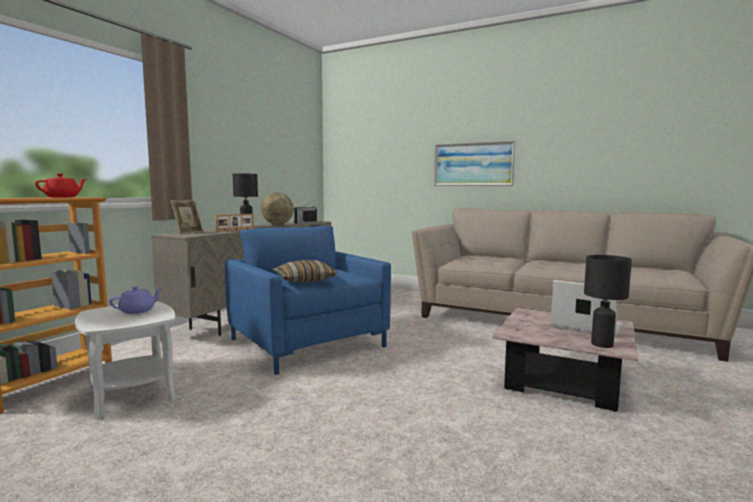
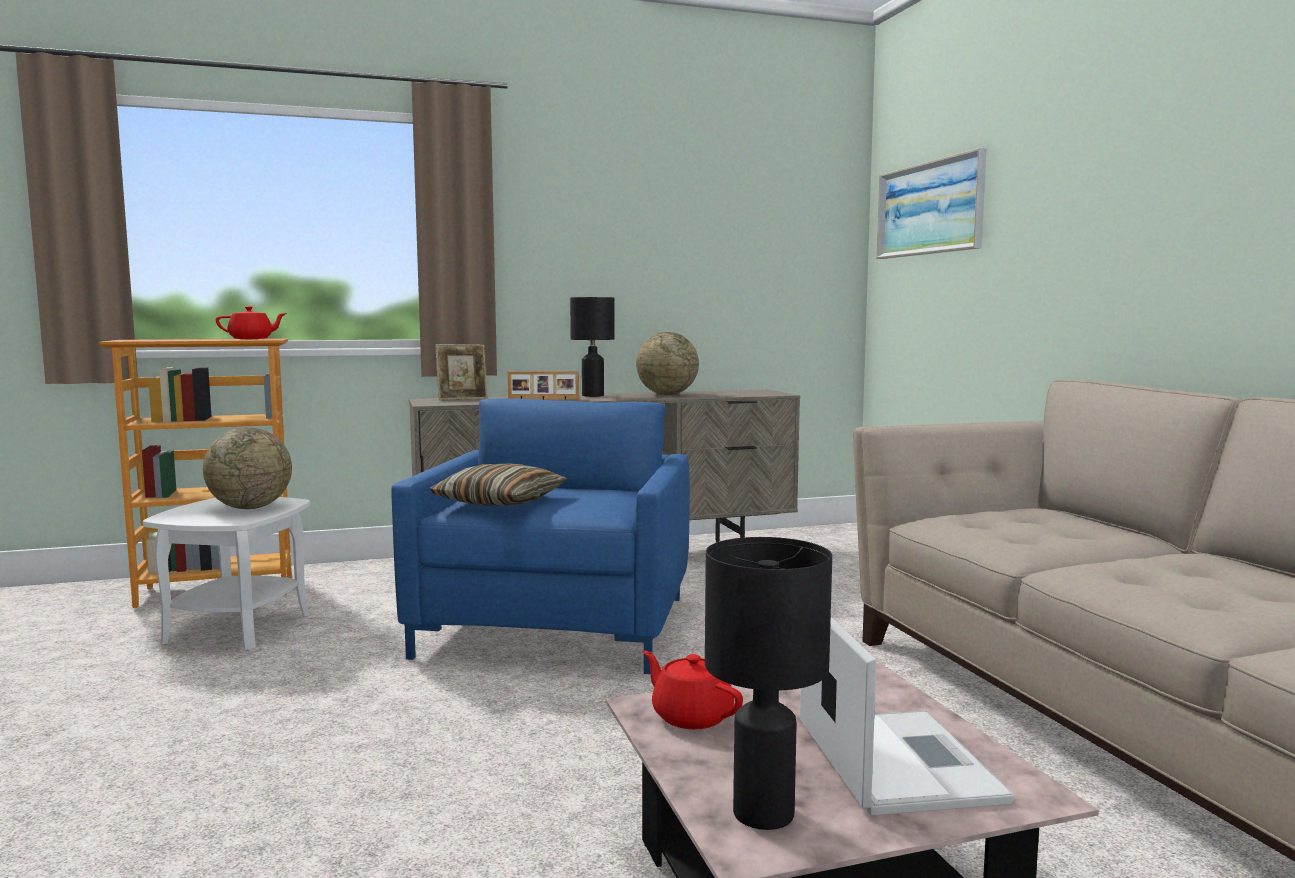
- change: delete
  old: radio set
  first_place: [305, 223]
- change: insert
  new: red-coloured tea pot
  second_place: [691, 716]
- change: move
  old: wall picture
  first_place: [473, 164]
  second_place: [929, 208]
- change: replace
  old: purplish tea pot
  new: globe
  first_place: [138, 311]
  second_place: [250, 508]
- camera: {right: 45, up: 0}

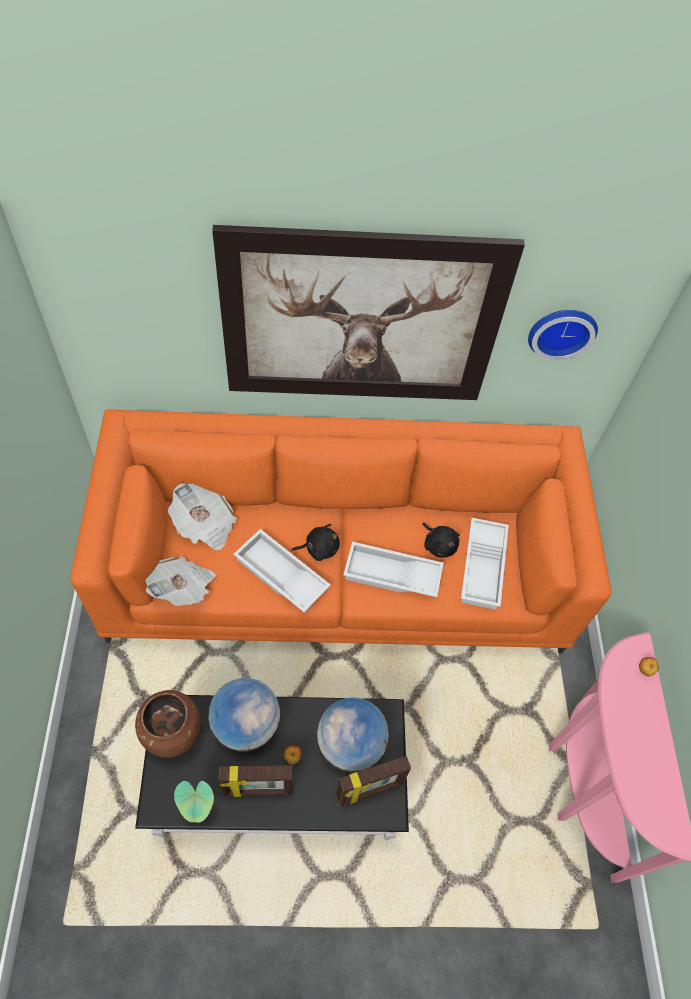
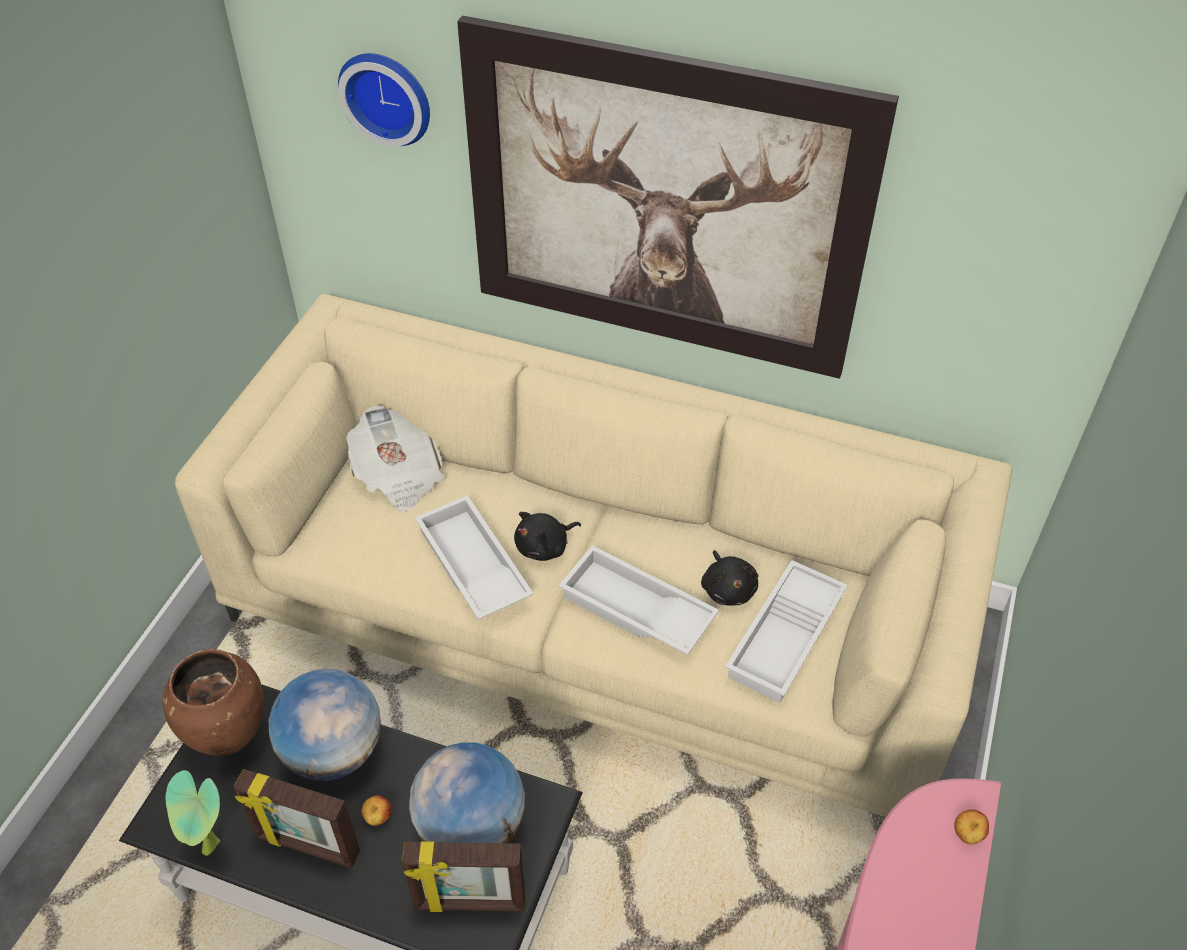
- change: delete
  old: newspaper
  first_place: [182, 588]
- change: move
  old: clock on the wall
  first_place: [561, 330]
  second_place: [388, 96]
- change: recolor
  old: orangey settee
  new: beige settee
  first_place: [338, 570]
  second_place: [594, 616]
- change: rotate
  old: blackish soft toy
  first_place: [319, 548]
  second_place: [545, 547]
  degrees: 135
- camera: {right: 25, up: -10}

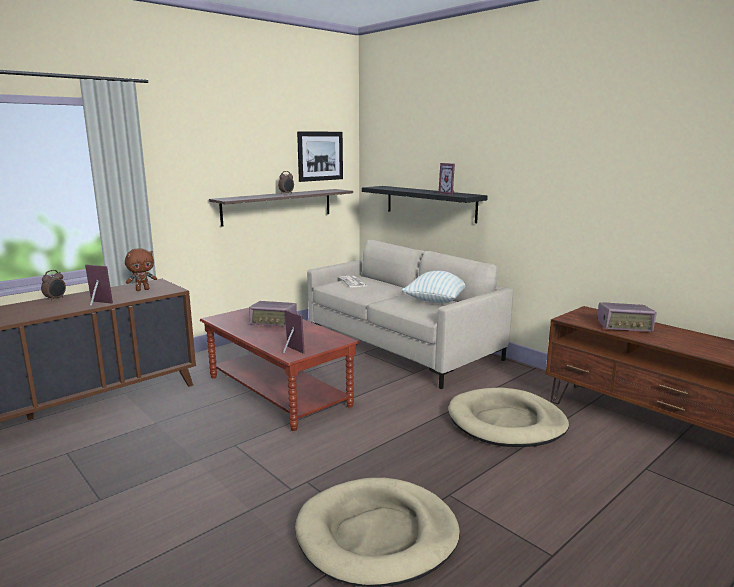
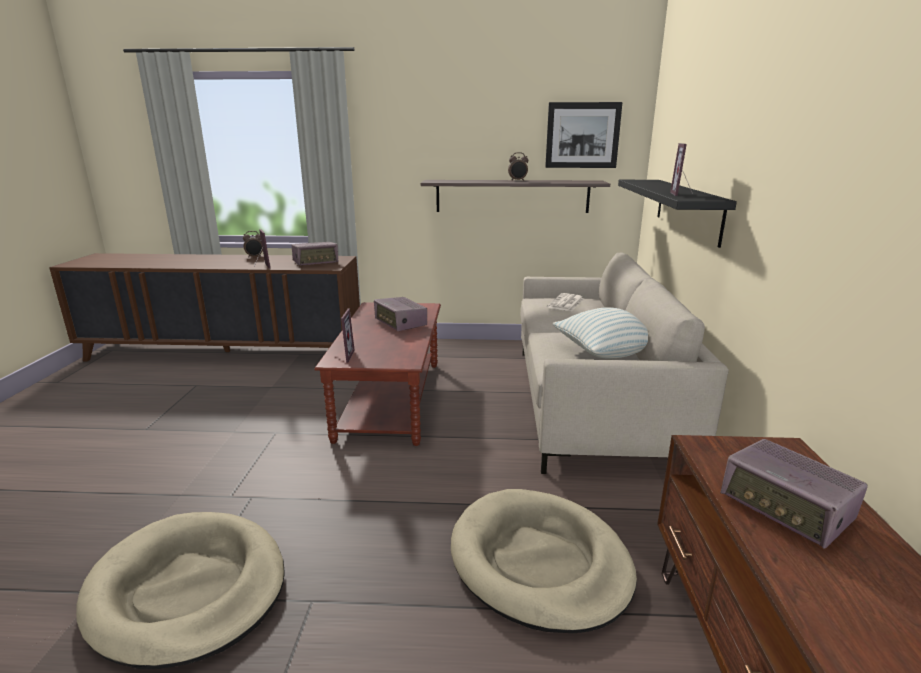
- change: replace
  old: brown soft toy
  new: radio set
  first_place: [142, 290]
  second_place: [316, 262]
- camera: {right: 45, up: 5}

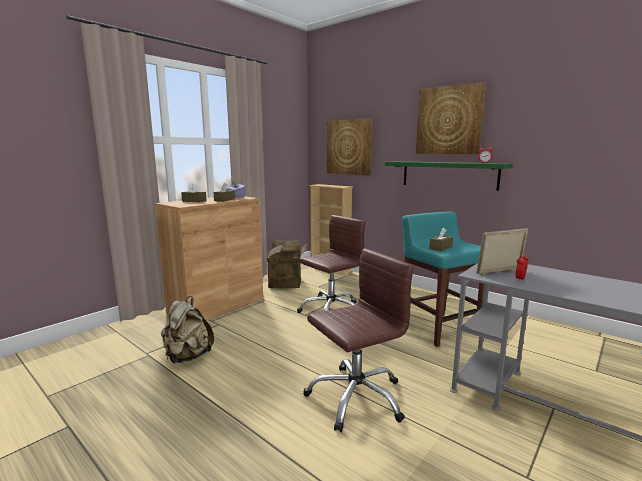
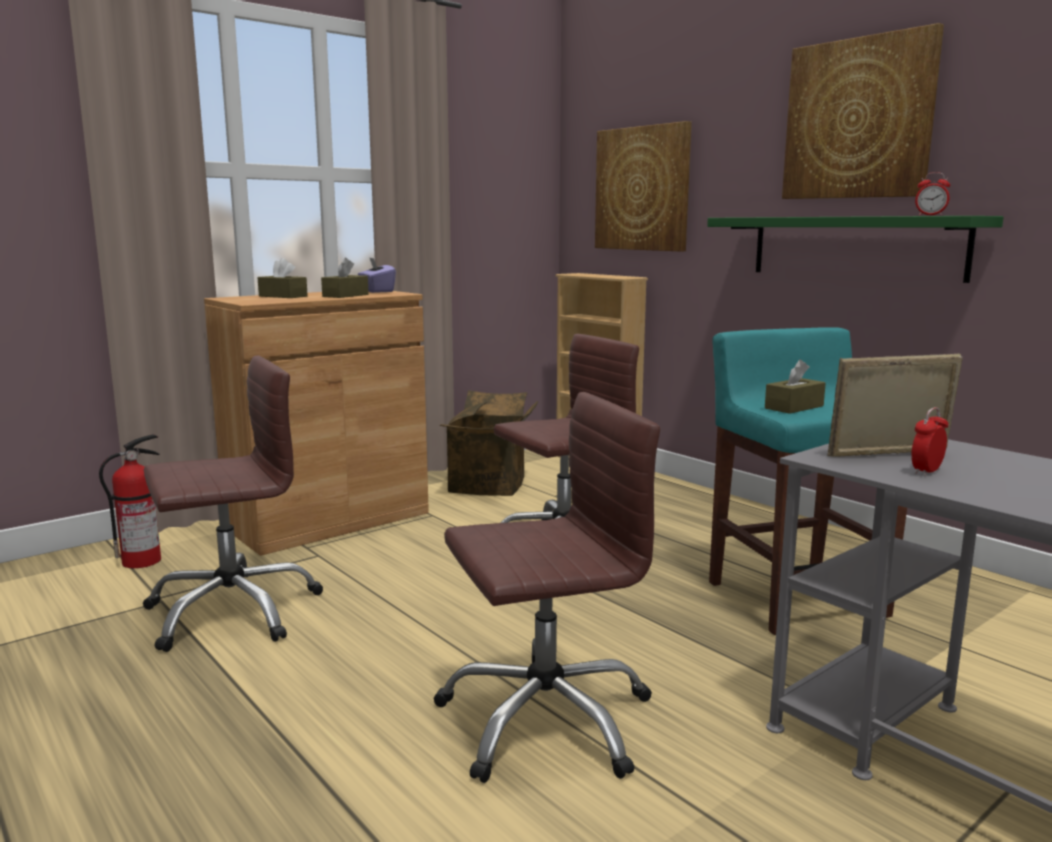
- change: insert
  new: fire extinguisher
  second_place: [143, 560]
- change: replace
  old: beige rucksack
  new: brown desk chair
  first_place: [187, 357]
  second_place: [232, 611]
- camera: {right: 10, up: 0}

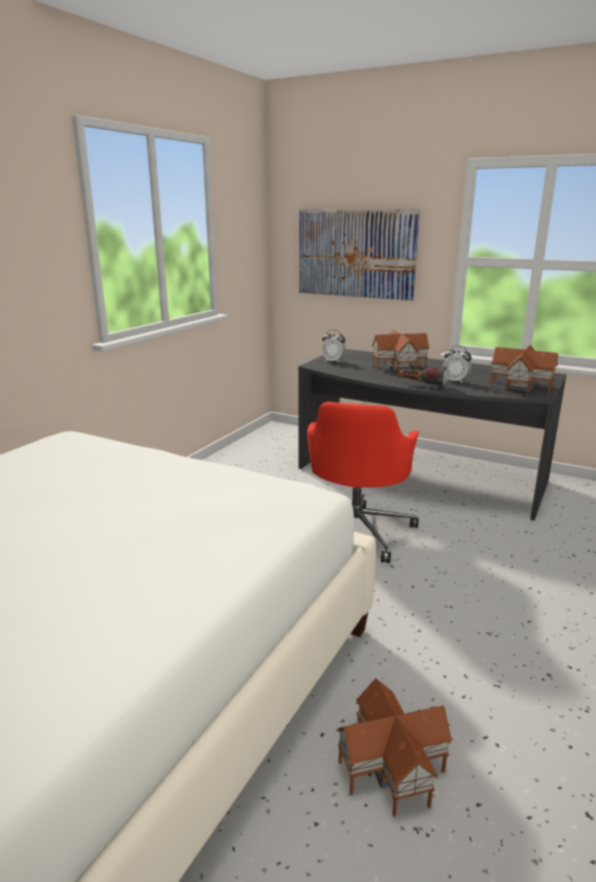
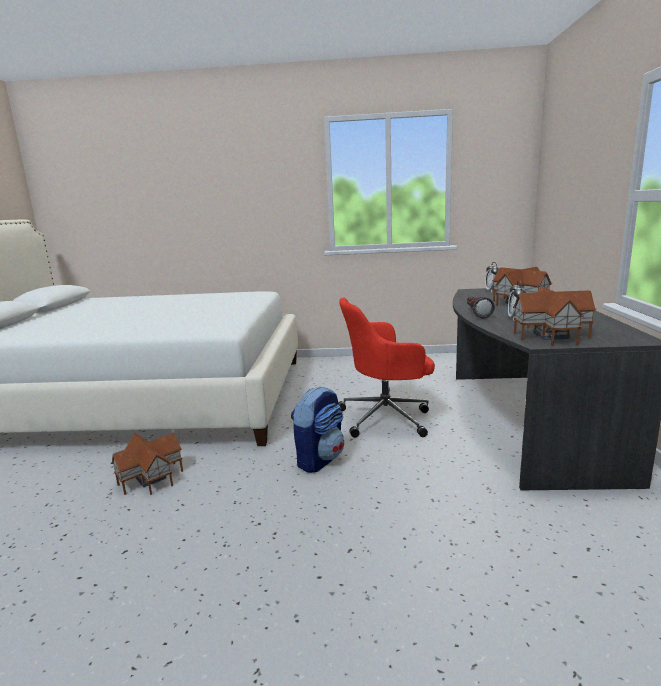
- change: delete
  old: wall picture
  first_place: [356, 253]
- change: insert
  new: rucksack
  second_place: [320, 459]
- camera: {right: 65, up: -5}

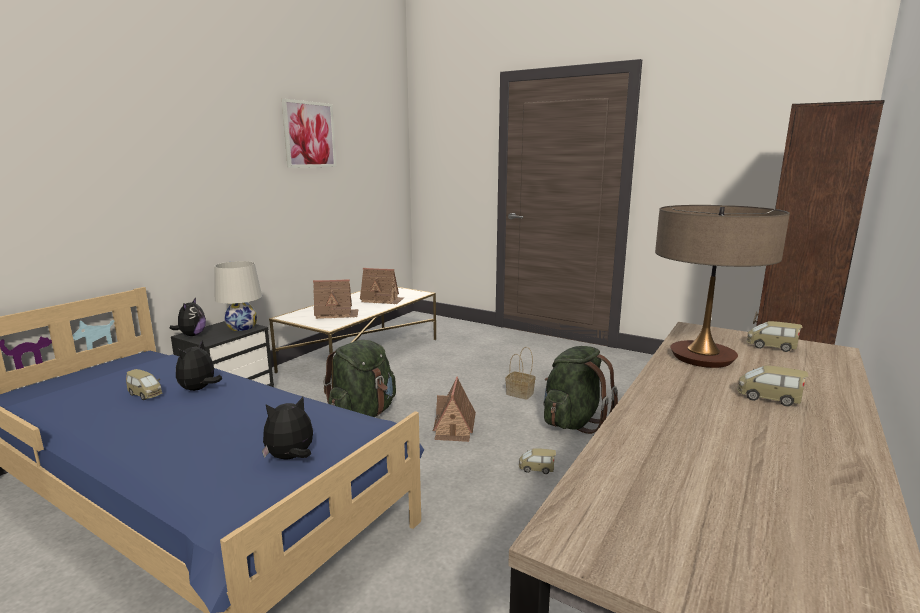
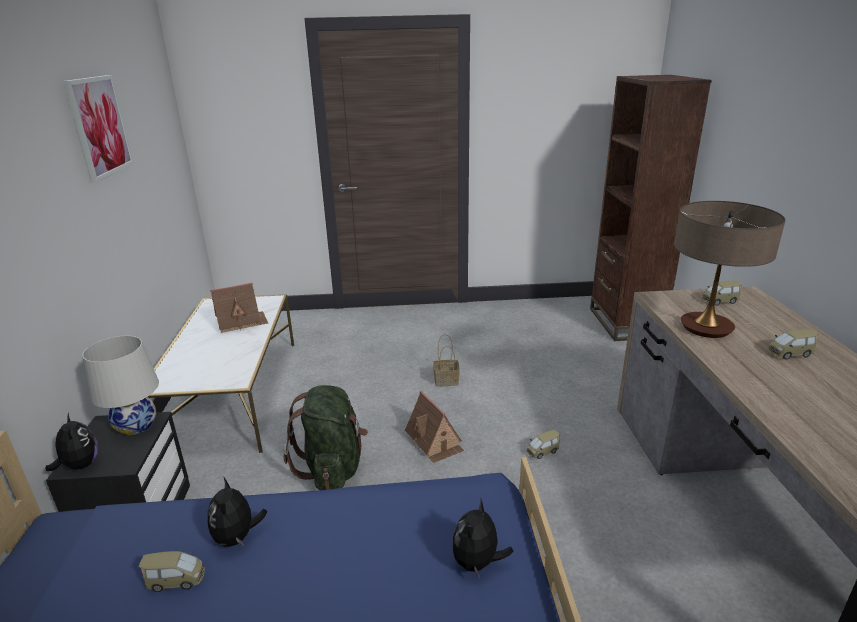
- change: delete
  old: miniature house
  first_place: [336, 314]
- change: delete
  old: green-coloured rucksack
  first_place: [573, 421]
- camera: {right: -35, up: 10}

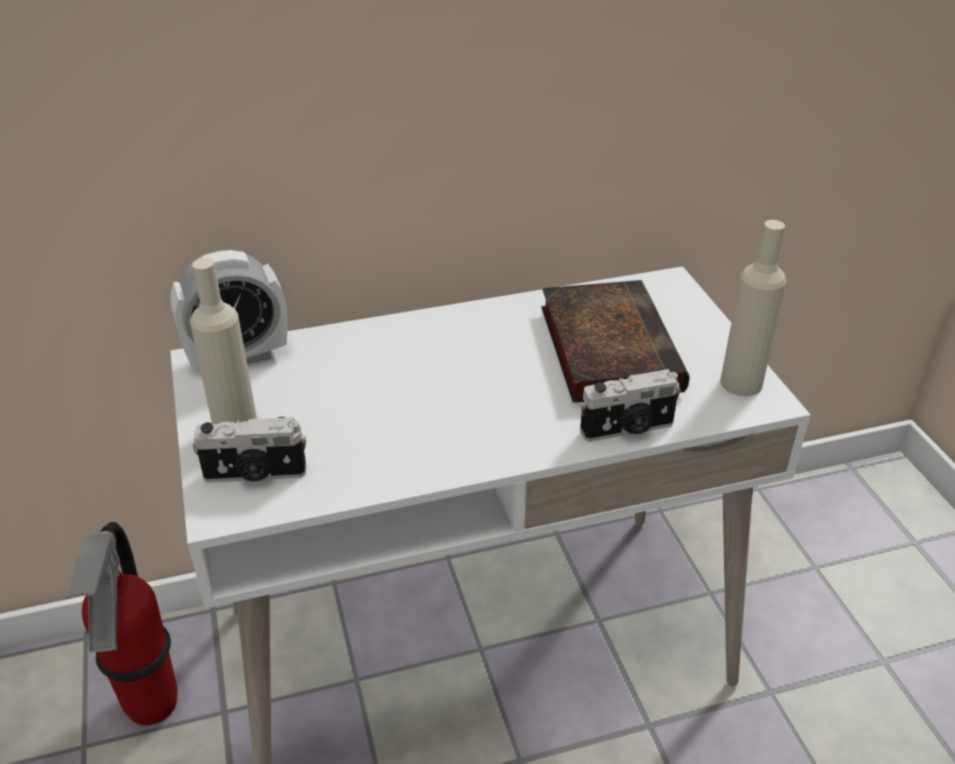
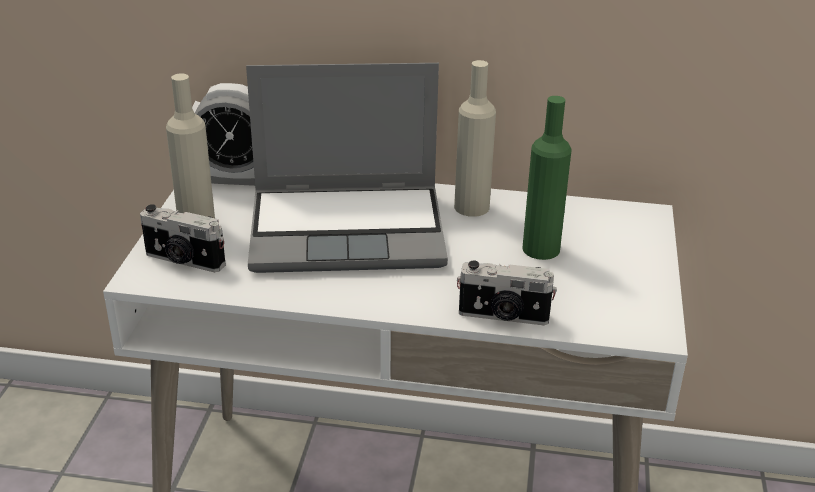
- change: delete
  old: fire extinguisher
  first_place: [152, 706]
- change: insert
  new: portable computer
  second_place: [350, 230]
- change: move
  old: beige beverage bottle
  first_place: [741, 383]
  second_place: [471, 207]
- change: replace
  old: bound book
  new: green-coloured beverage bottle
  first_place: [606, 346]
  second_place: [541, 249]
- camera: {right: 25, up: -5}

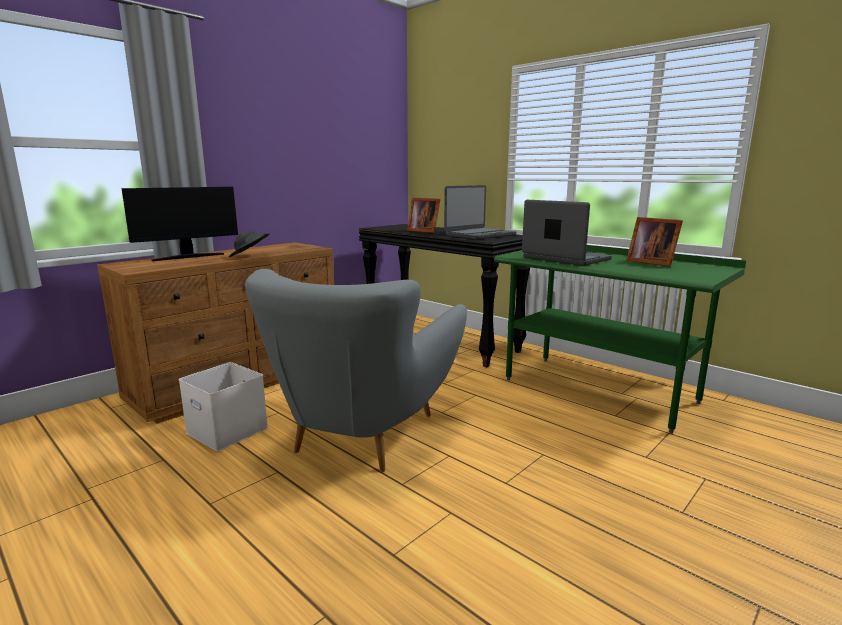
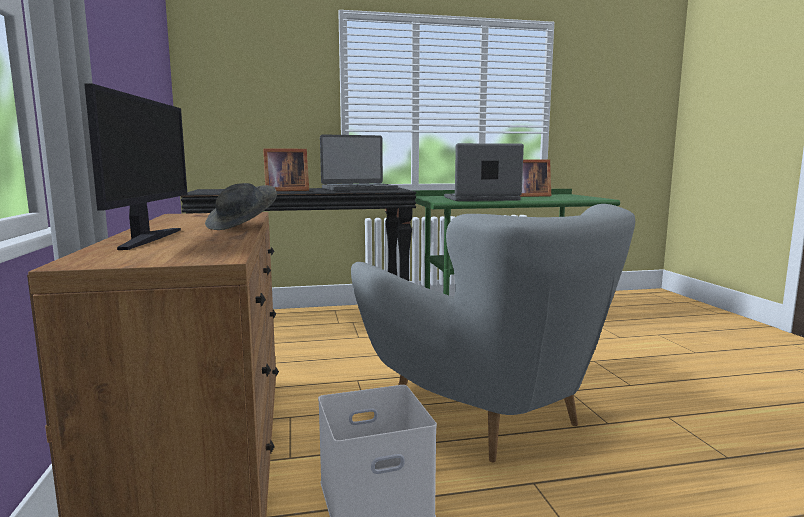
- change: rotate
  old: portable computer
  first_place: [479, 235]
  second_place: [358, 189]
  degrees: 75
- camera: {right: -55, up: -5}

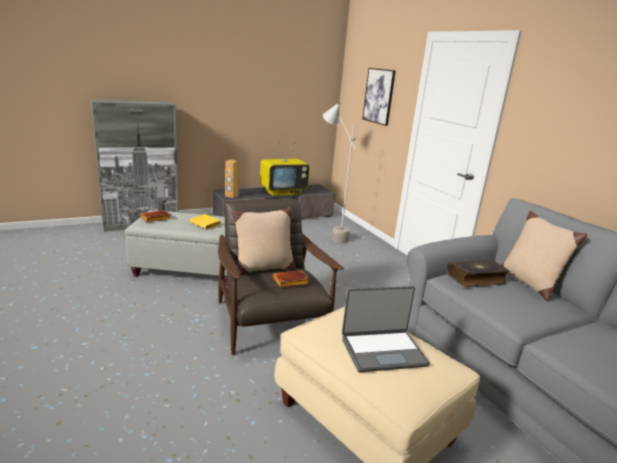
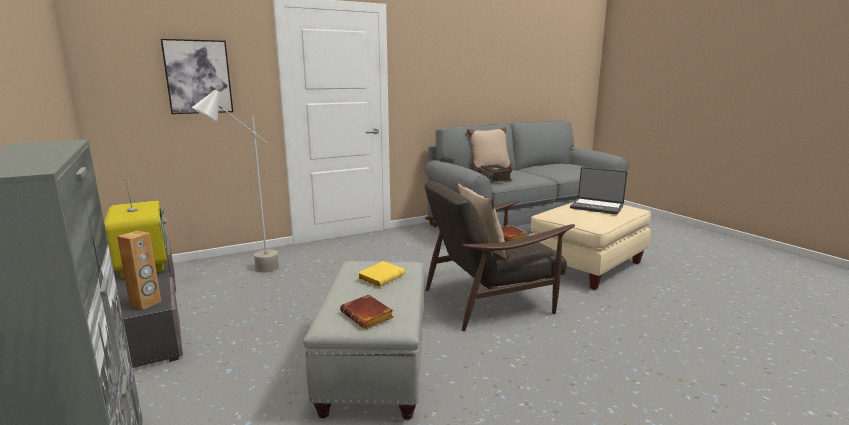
- change: rotate
  old: portable computer
  first_place: [382, 351]
  second_place: [597, 207]
  degrees: 135
- camera: {right: -90, up: -5}

